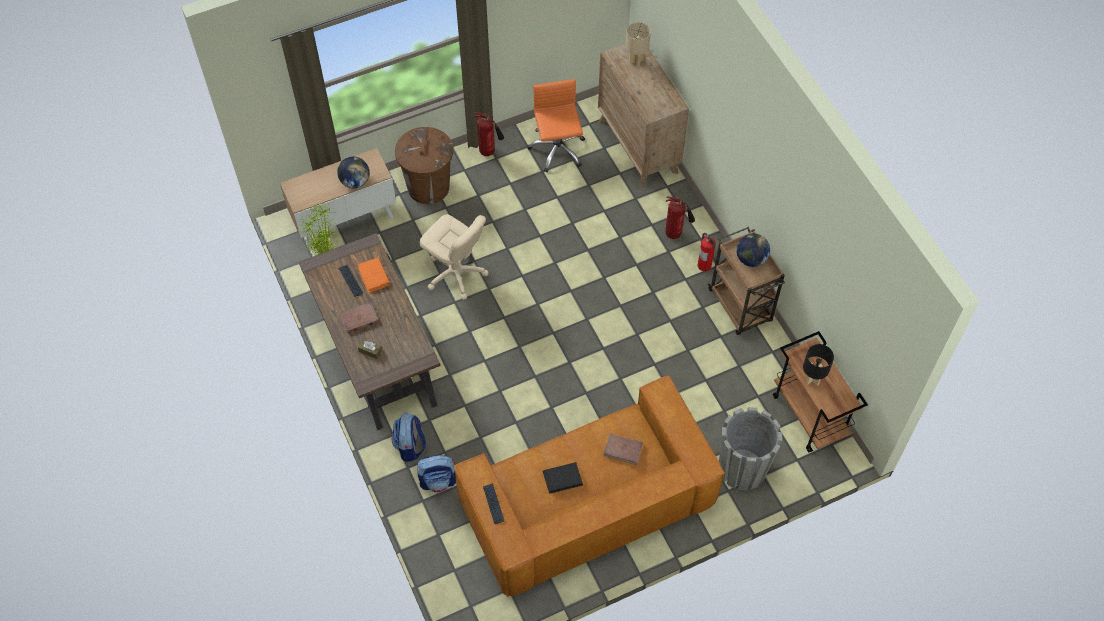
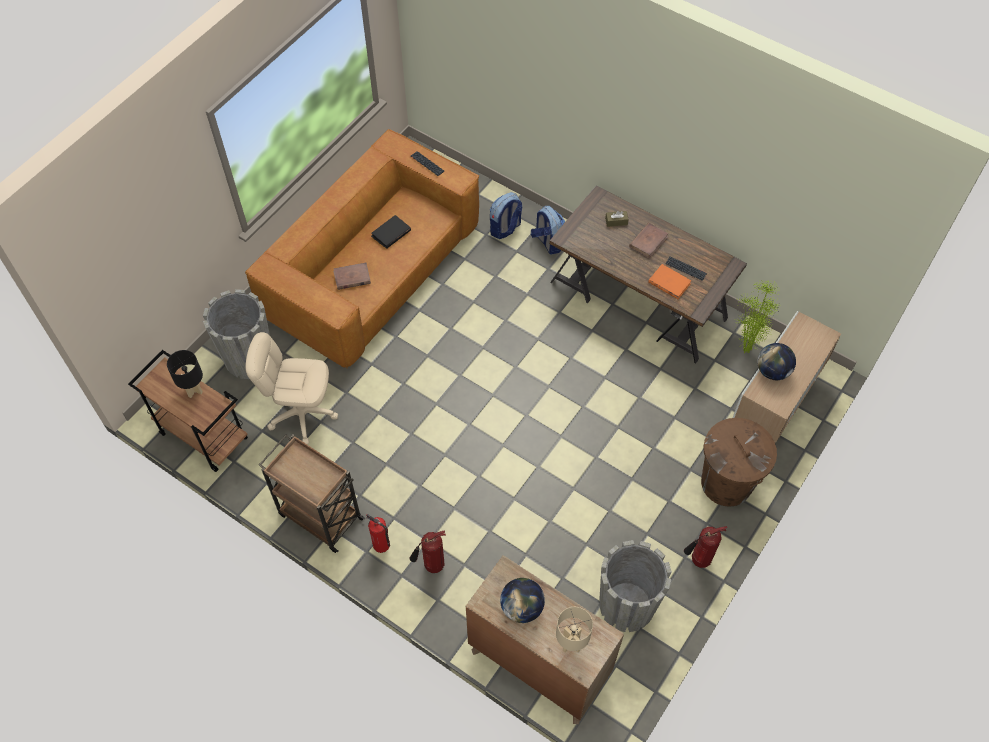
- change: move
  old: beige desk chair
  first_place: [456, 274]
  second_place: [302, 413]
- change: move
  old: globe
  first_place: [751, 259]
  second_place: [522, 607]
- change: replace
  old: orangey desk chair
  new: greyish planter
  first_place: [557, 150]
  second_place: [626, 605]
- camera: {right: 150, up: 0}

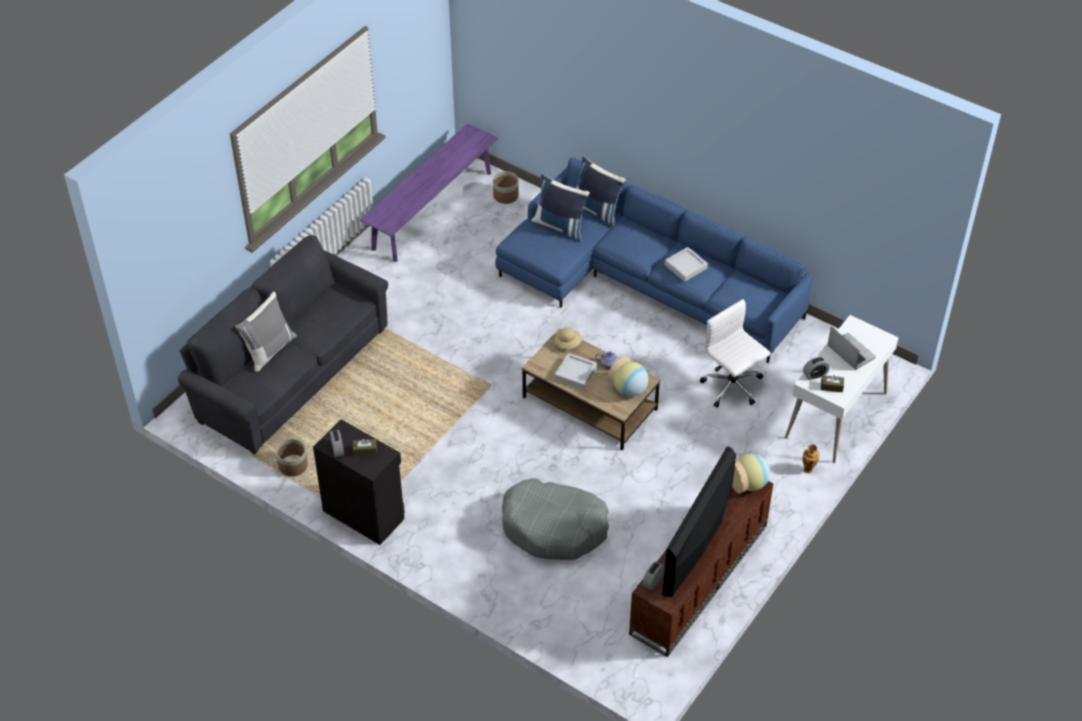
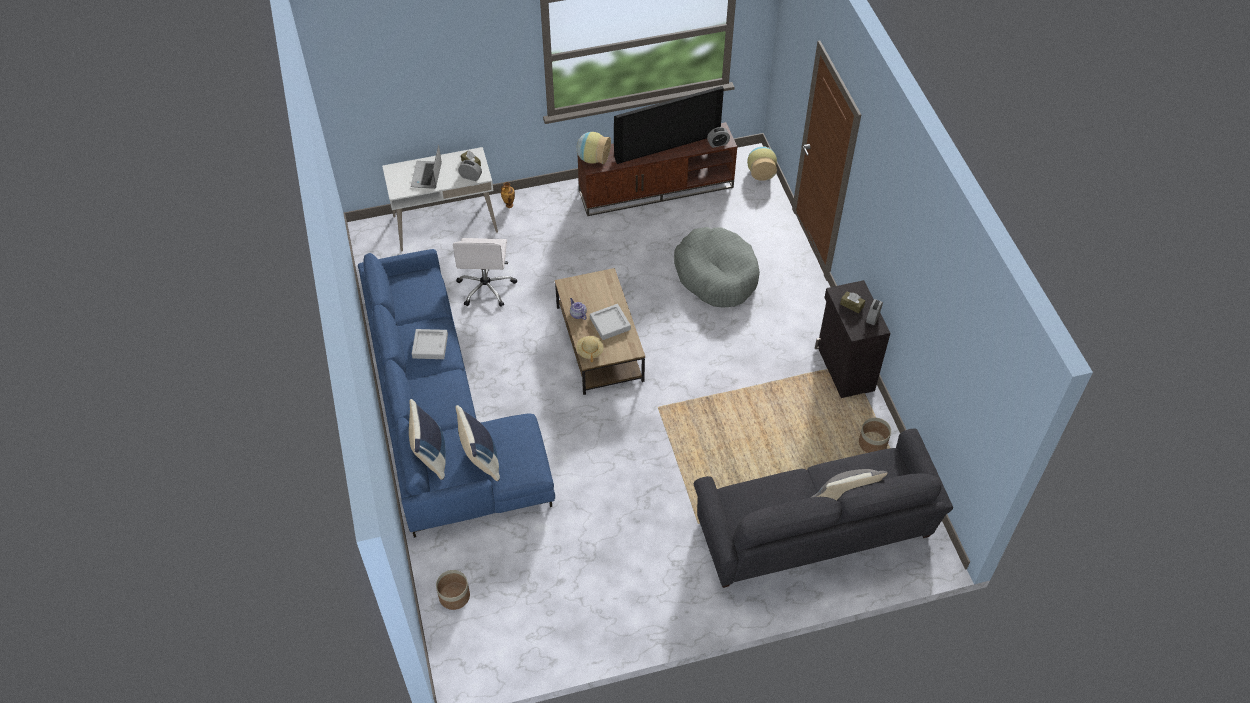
- change: delete
  old: purplish indoor bench
  first_place: [432, 210]
- change: move
  old: flower vase
  first_place: [629, 390]
  second_place: [761, 172]
- camera: {right: -140, up: 5}

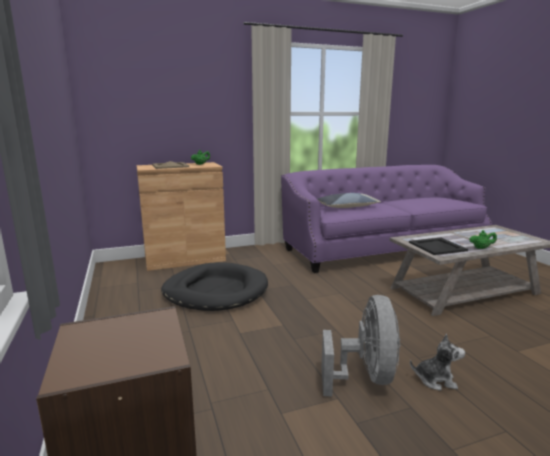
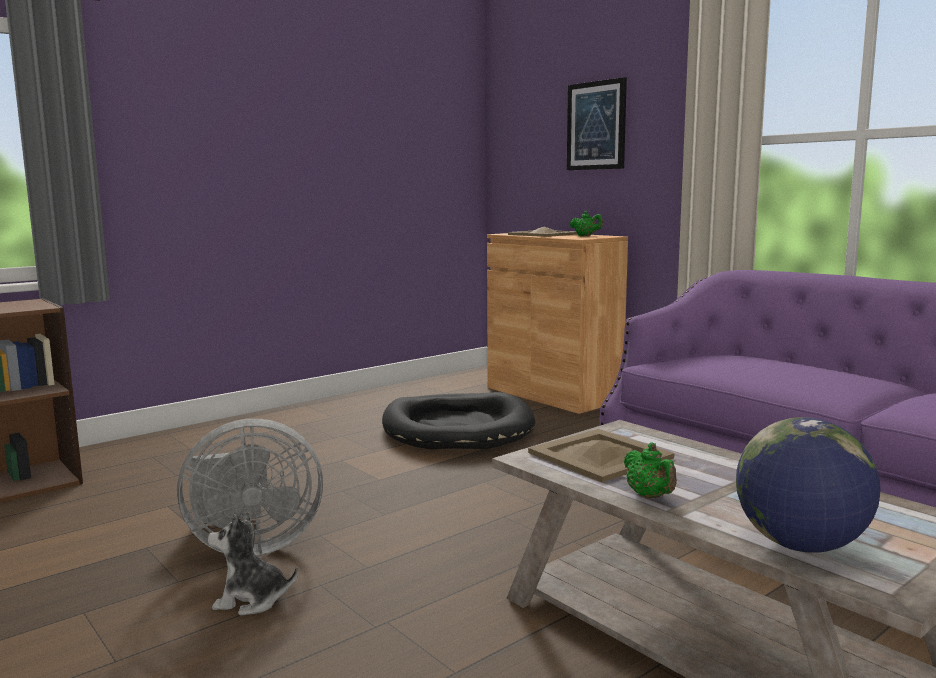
- change: delete
  old: pillow
  first_place: [347, 207]
- change: insert
  new: wall picture
  second_place: [596, 126]
- change: insert
  new: globe
  second_place: [801, 545]
- change: recolor
  old: blackish carrying tray
  new: beige carrying tray
  first_place: [437, 246]
  second_place: [600, 455]
- change: rotate
  old: soft toy
  first_place: [435, 380]
  second_place: [251, 600]
  degrees: 105
- camera: {right: 70, up: -5}

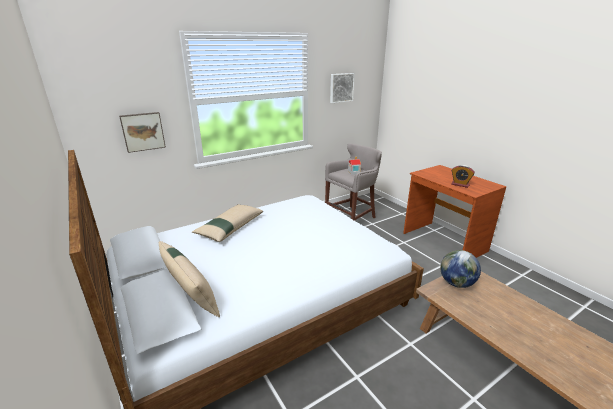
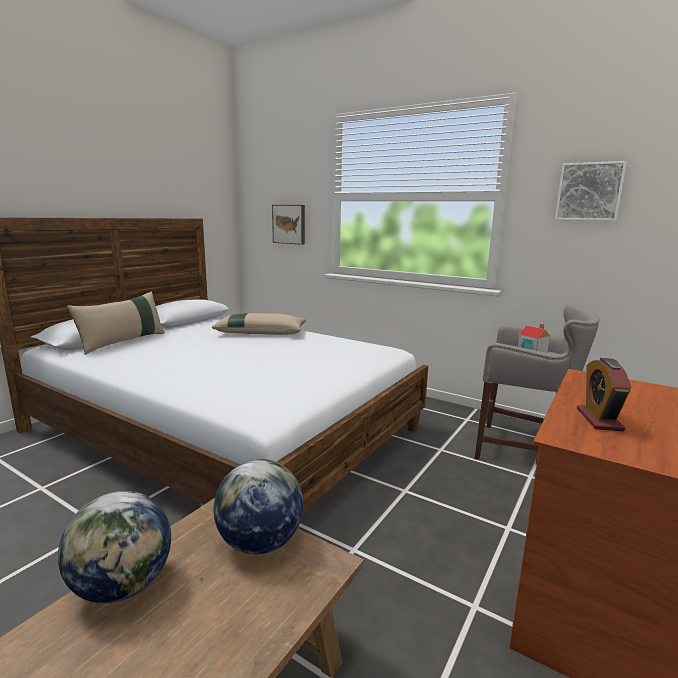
- change: insert
  new: globe
  second_place: [123, 586]
- camera: {right: 65, up: -10}

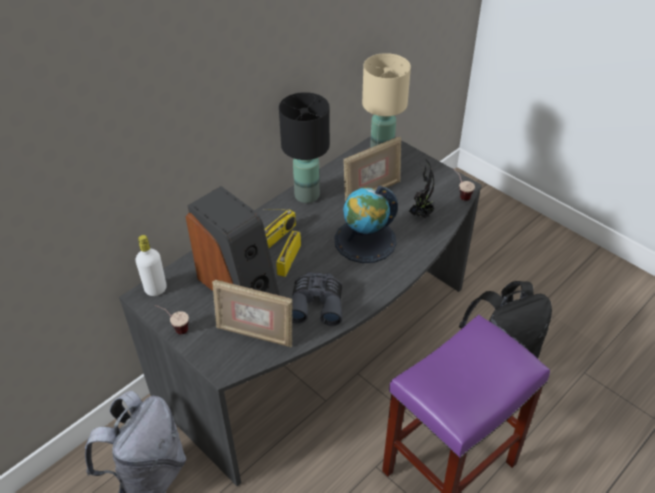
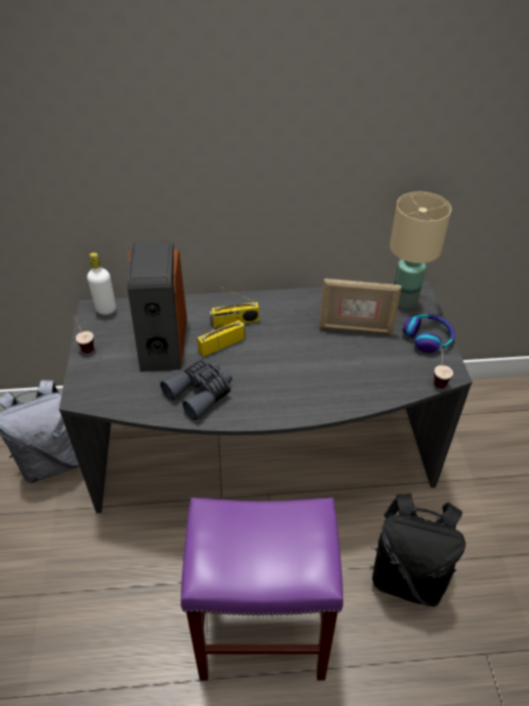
- change: delete
  old: standing frame
  first_place: [255, 334]
- change: delete
  old: blackish table lamp
  first_place: [306, 195]
- change: delete
  old: globe
  first_place: [365, 241]
- change: delete
  old: plant in a pot
  first_place: [421, 214]
- change: insert
  new: headphones
  second_place: [428, 337]
- camera: {right: 40, up: 0}

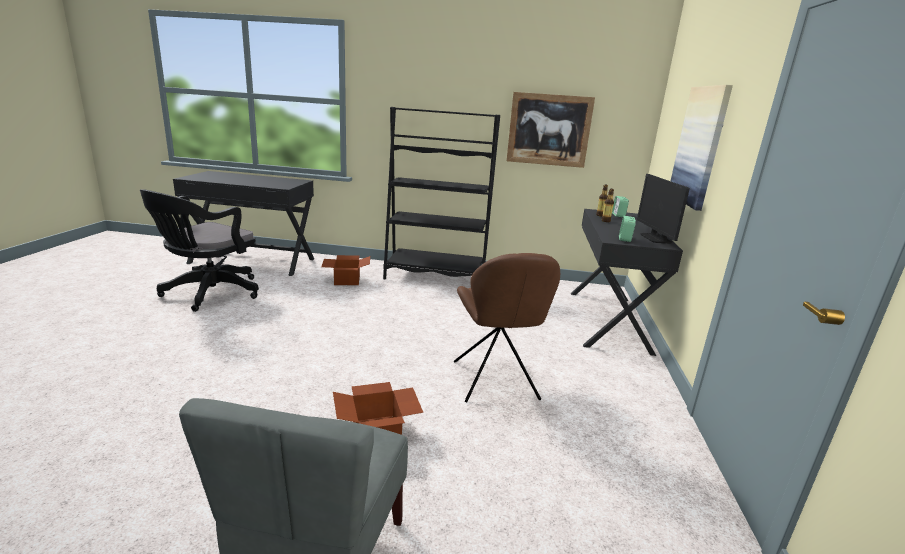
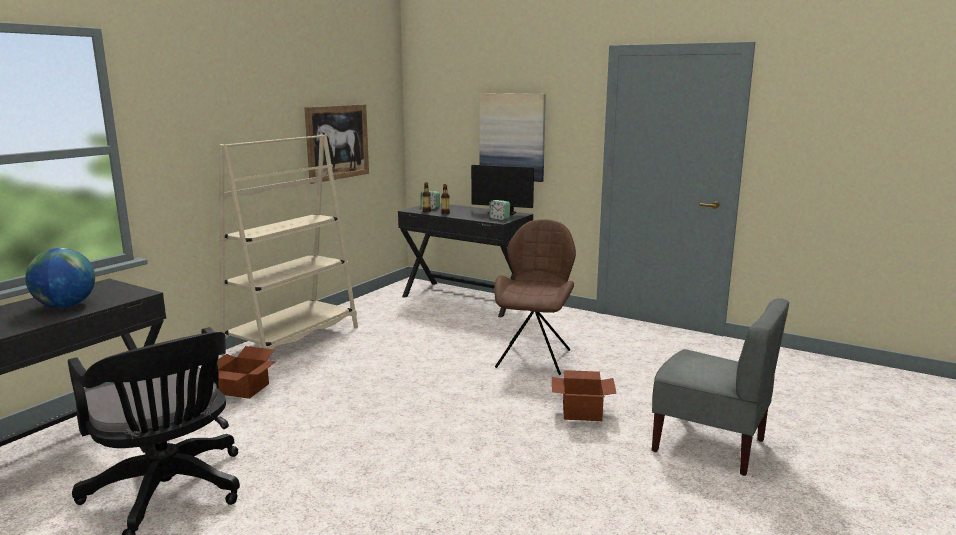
- change: insert
  new: globe
  second_place: [65, 306]
- change: recolor
  old: blackish shelving unit
  new: beige shelving unit
  first_place: [435, 276]
  second_place: [293, 340]
- change: rotate
  old: brown plain chair
  first_place: [495, 382]
  second_place: [534, 357]
  degrees: -90
- camera: {right: -65, up: -5}

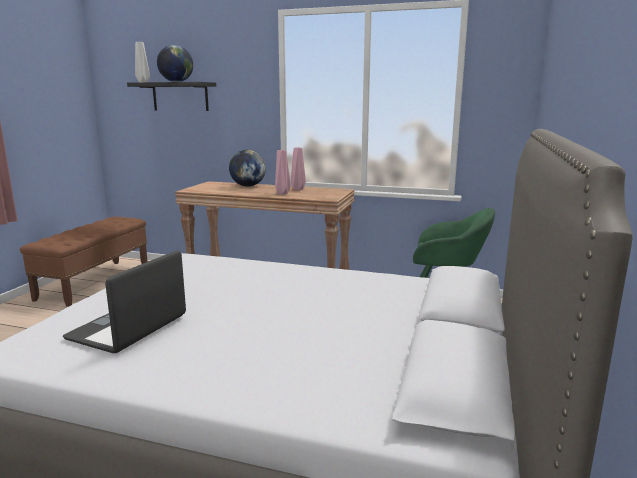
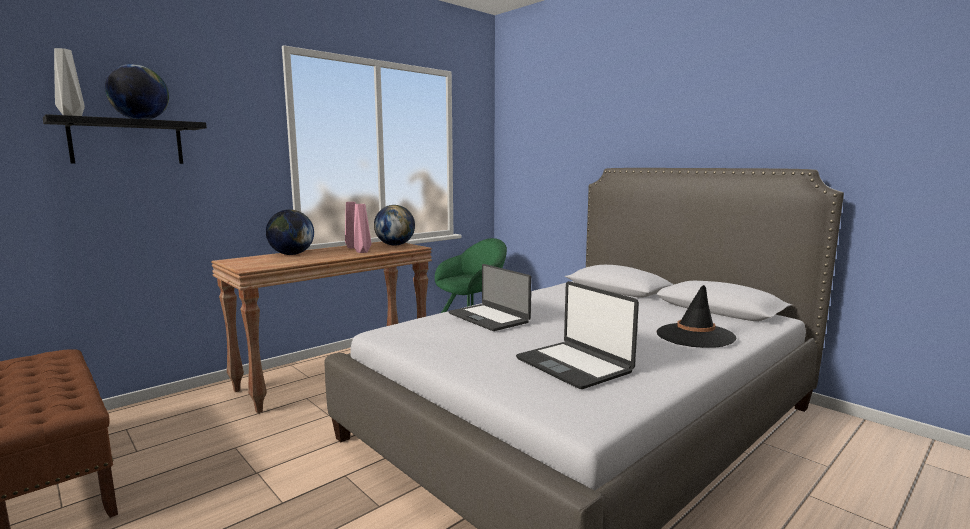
- change: insert
  new: globe
  second_place: [395, 245]
- change: insert
  new: portable computer
  second_place: [489, 317]
- change: insert
  new: blackish hat
  second_place: [695, 336]
- camera: {right: -60, up: -5}

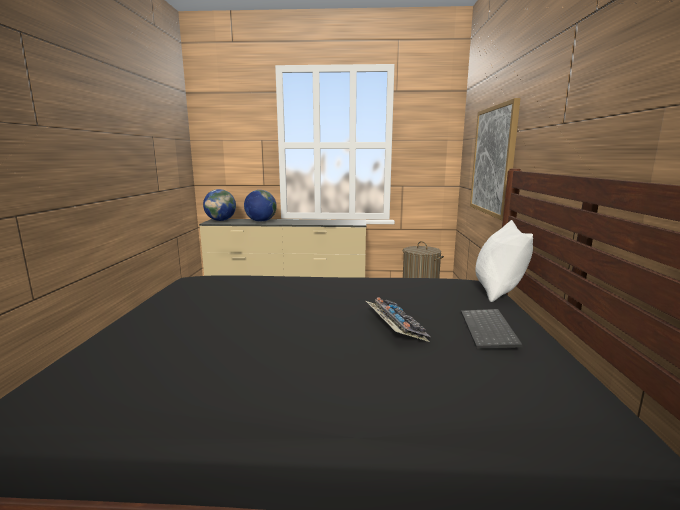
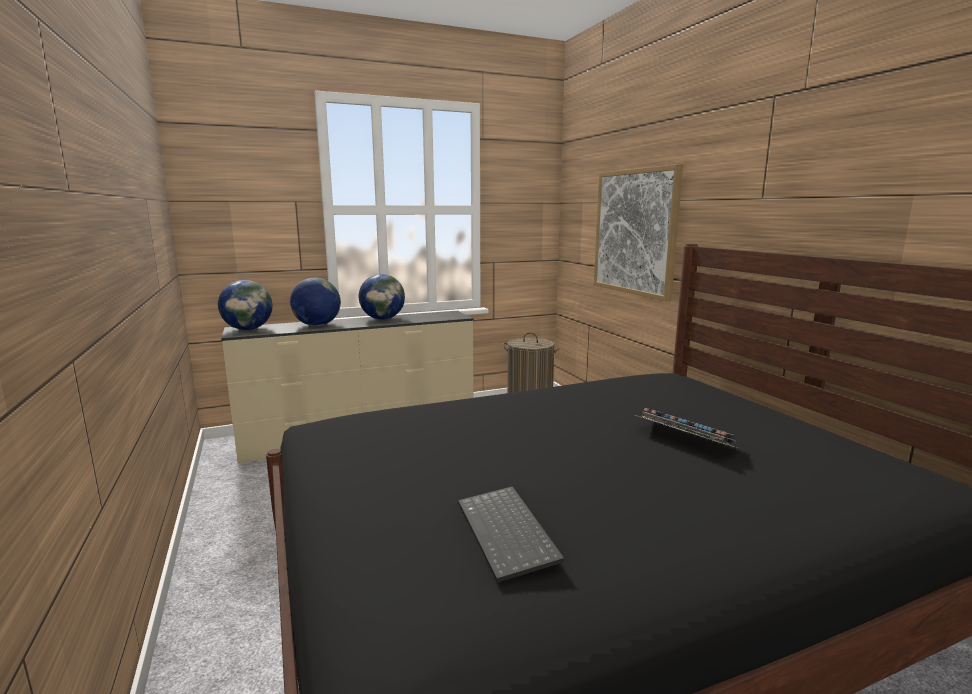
- change: delete
  old: whitish pillow
  first_place: [498, 290]
- change: insert
  new: globe
  second_place: [383, 319]
- change: move
  old: PC keyboard
  first_place: [490, 330]
  second_place: [509, 533]
- camera: {right: -25, up: 0}

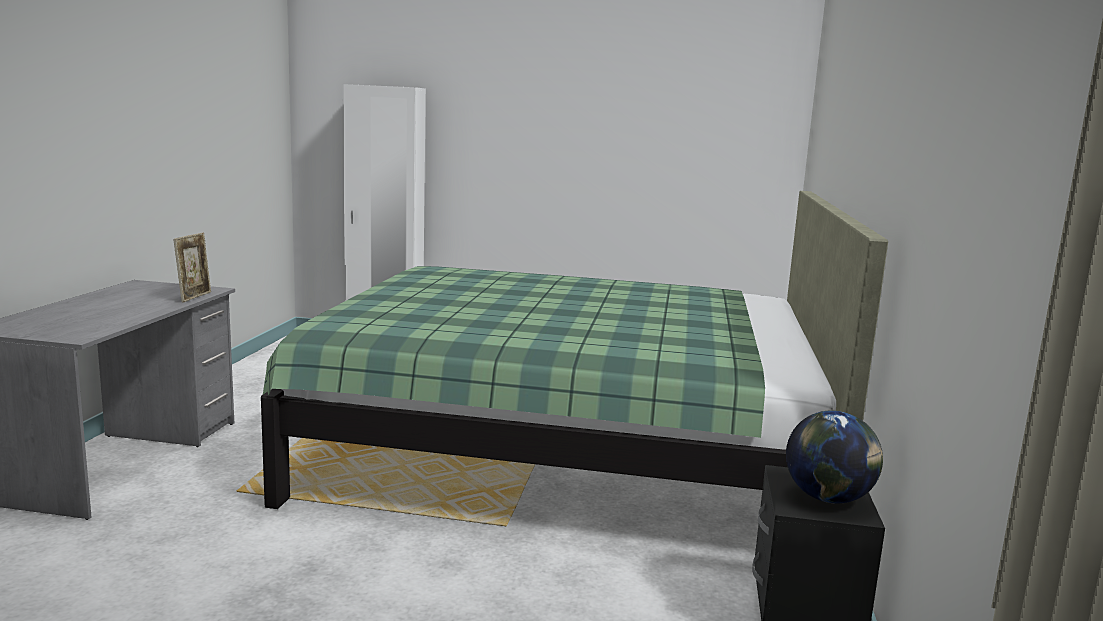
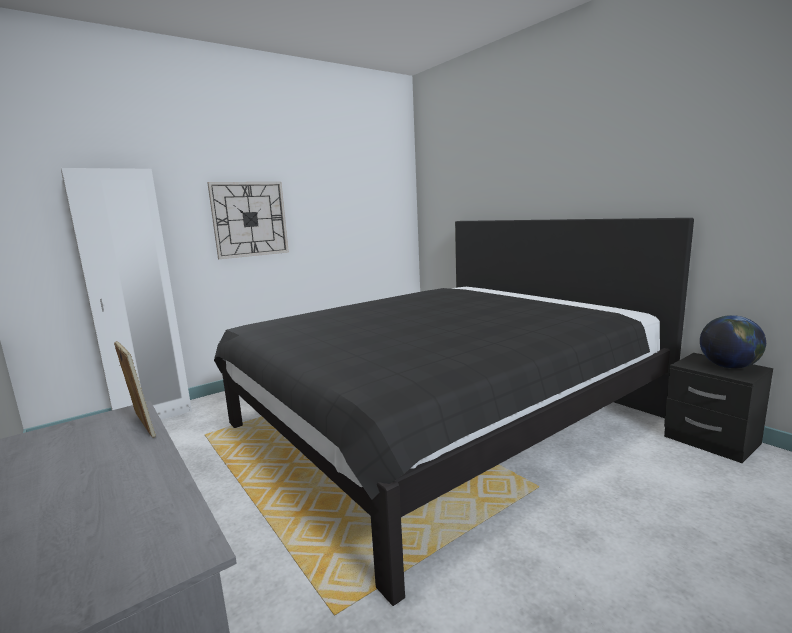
- change: insert
  new: clock on the wall
  second_place: [250, 219]
- change: recolor
  old: green-coloured bed
  new: blackish bed
  first_place: [569, 447]
  second_place: [440, 420]
- camera: {right: -45, up: 0}

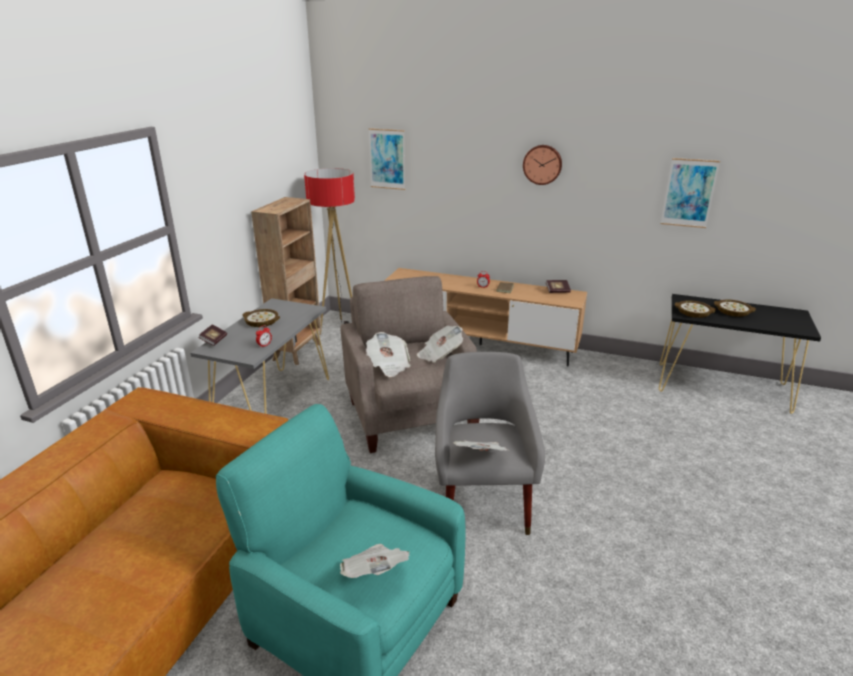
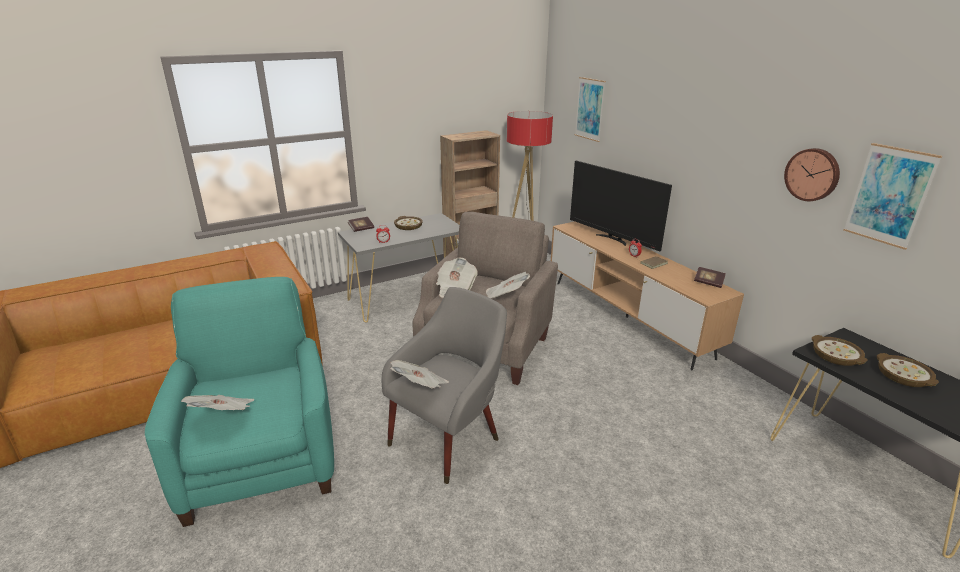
- change: insert
  new: television
  second_place: [613, 239]
- change: move
  old: clock on the wall
  first_place: [542, 164]
  second_place: [812, 174]
- camera: {right: 40, up: 0}

